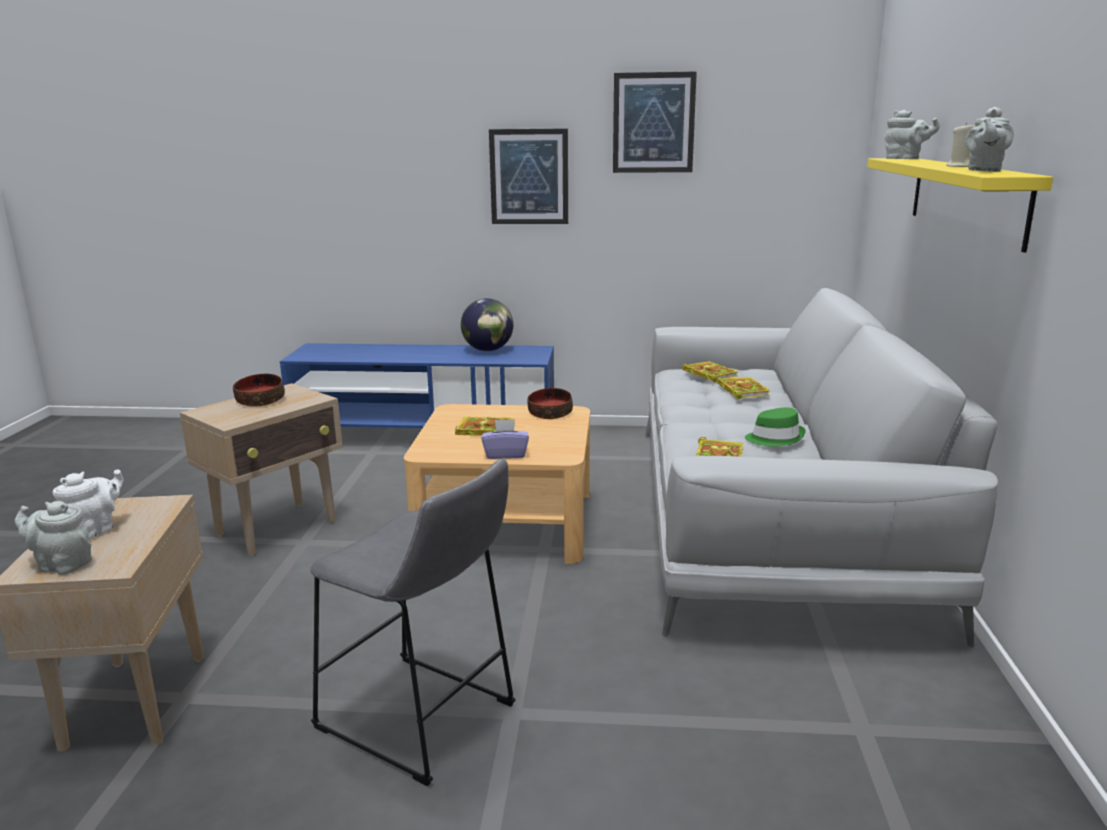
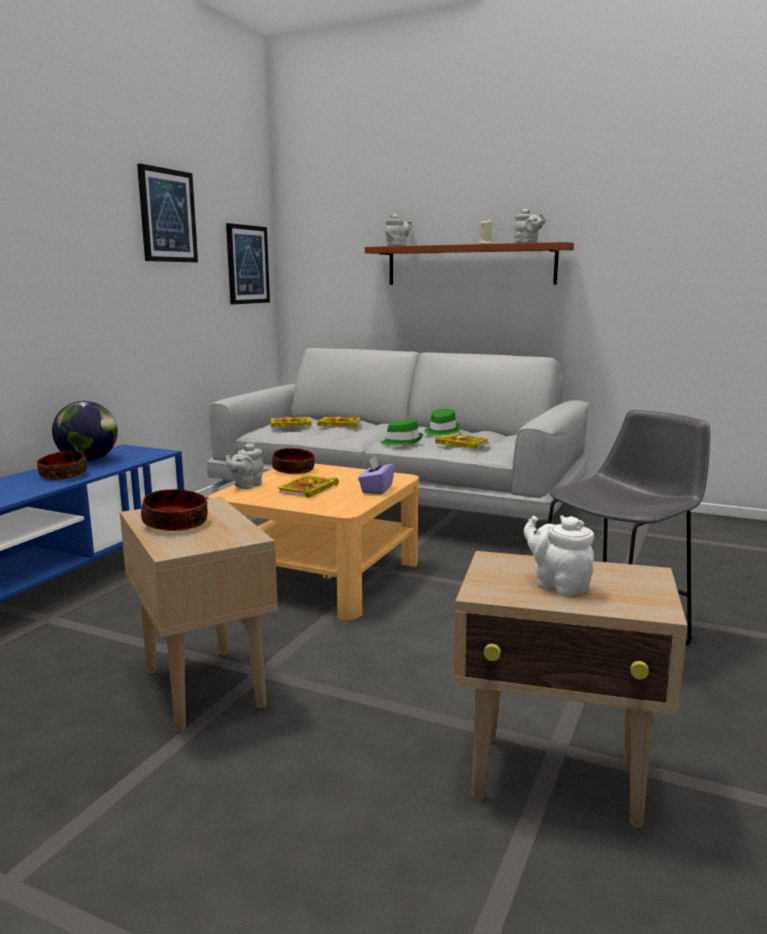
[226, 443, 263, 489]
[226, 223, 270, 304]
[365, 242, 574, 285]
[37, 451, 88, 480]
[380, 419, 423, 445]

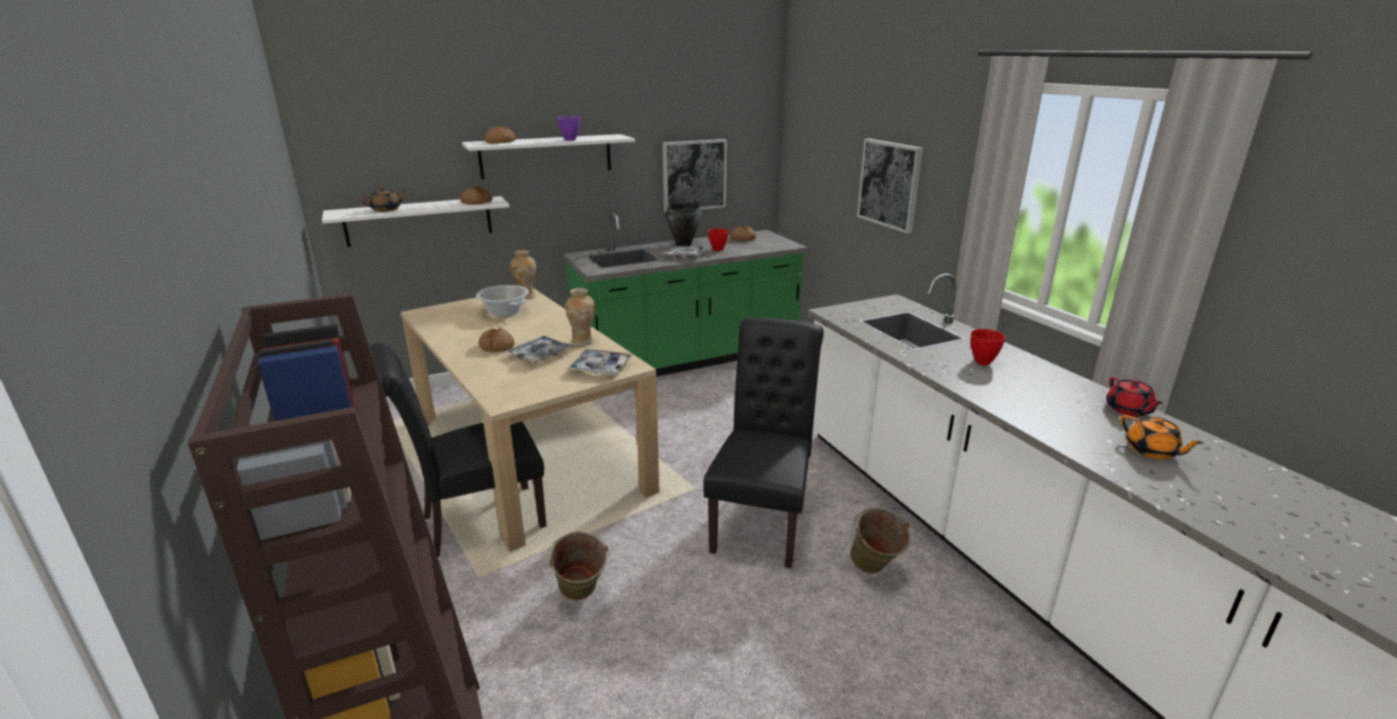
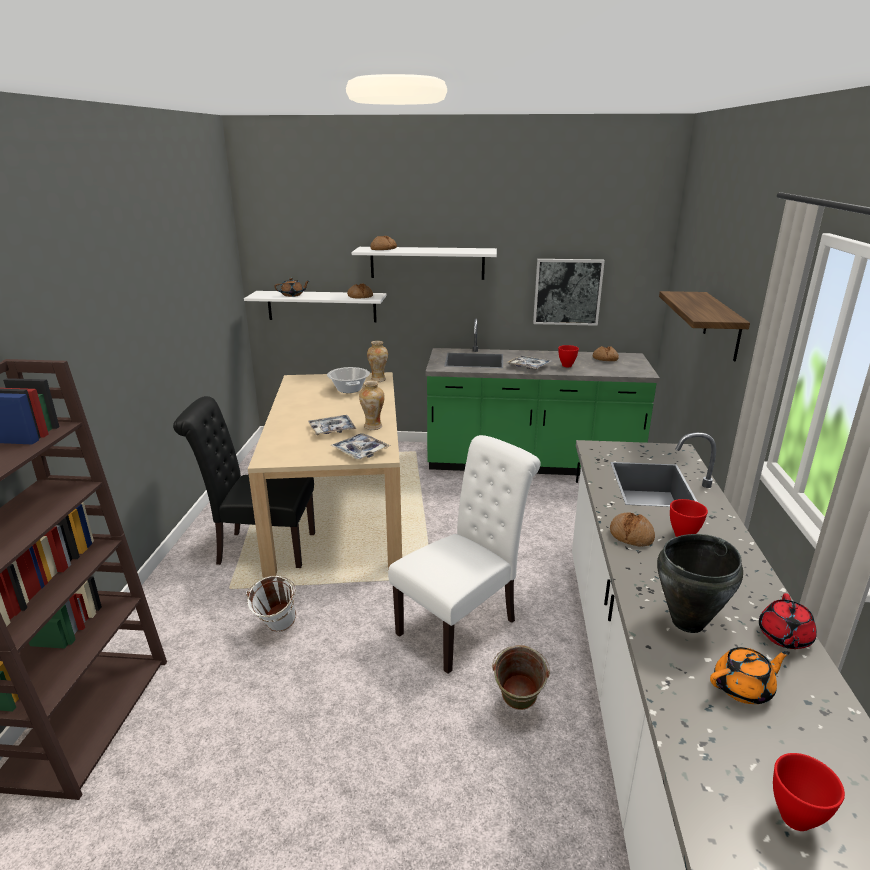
[610, 513, 655, 546]
[246, 576, 296, 632]
[557, 116, 580, 141] (first image)
[657, 534, 743, 633]
[388, 435, 541, 674]
[659, 291, 750, 362]
[710, 647, 790, 704]
[773, 753, 845, 831]

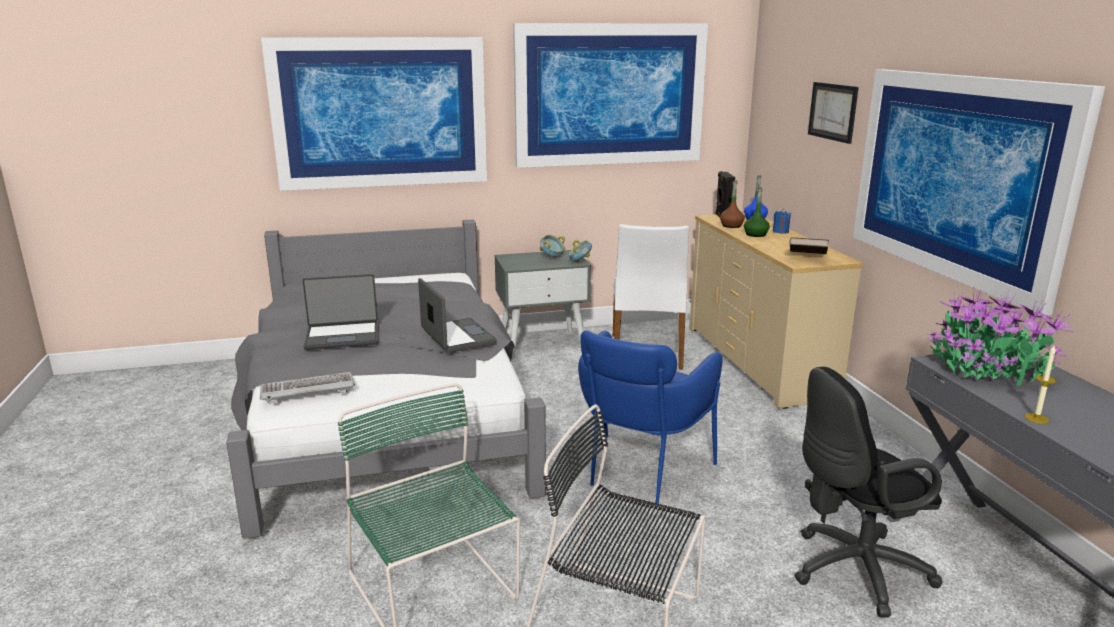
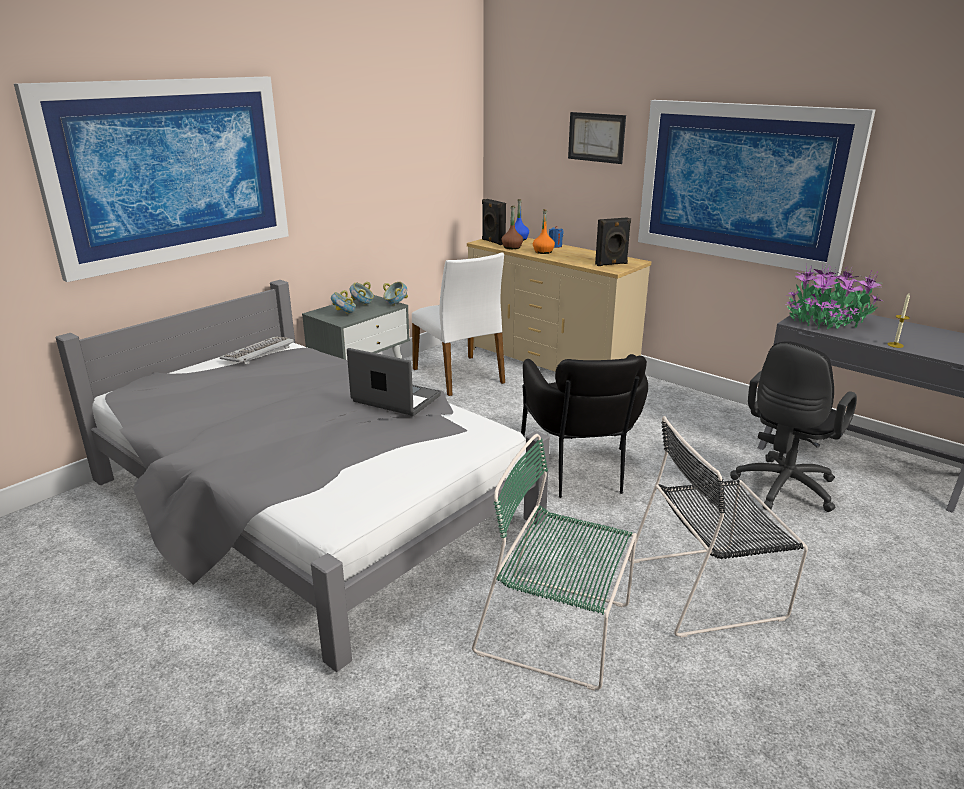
[220, 337, 294, 365]
[302, 274, 378, 350] (first image)
[513, 23, 708, 168] (first image)
[521, 354, 648, 498]
[533, 209, 555, 254]
[595, 217, 631, 266]
[331, 290, 356, 315]

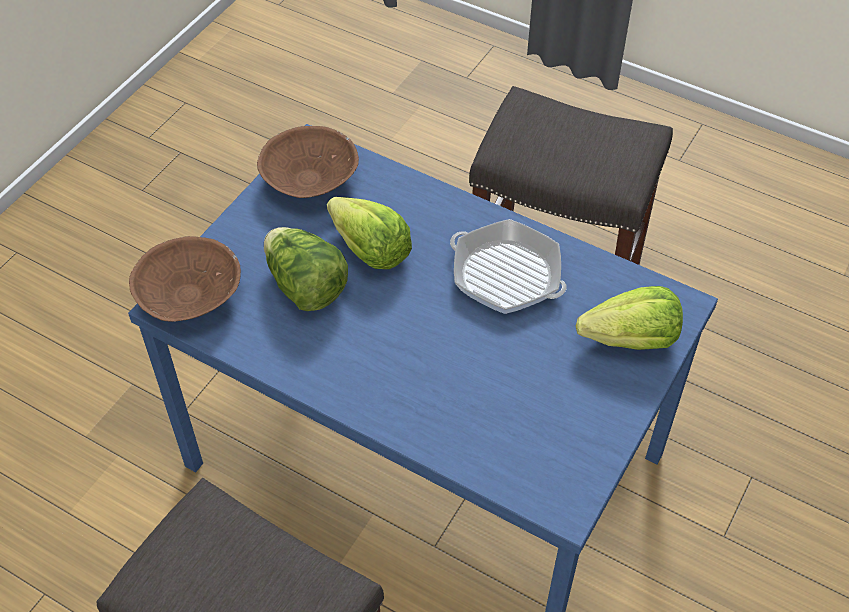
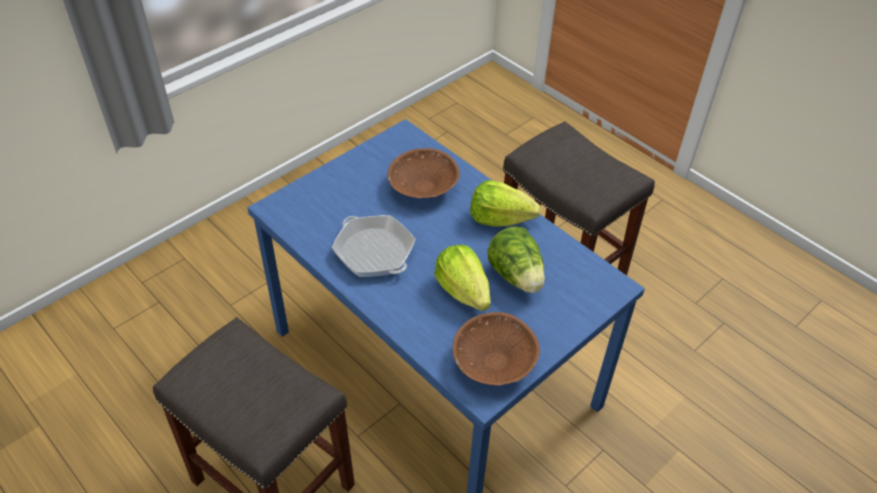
[387, 148, 460, 198]
[470, 180, 541, 227]

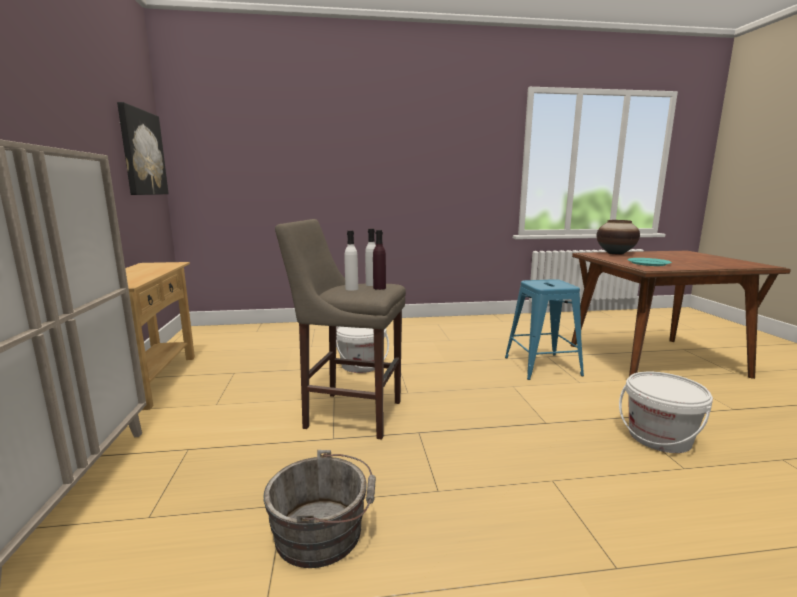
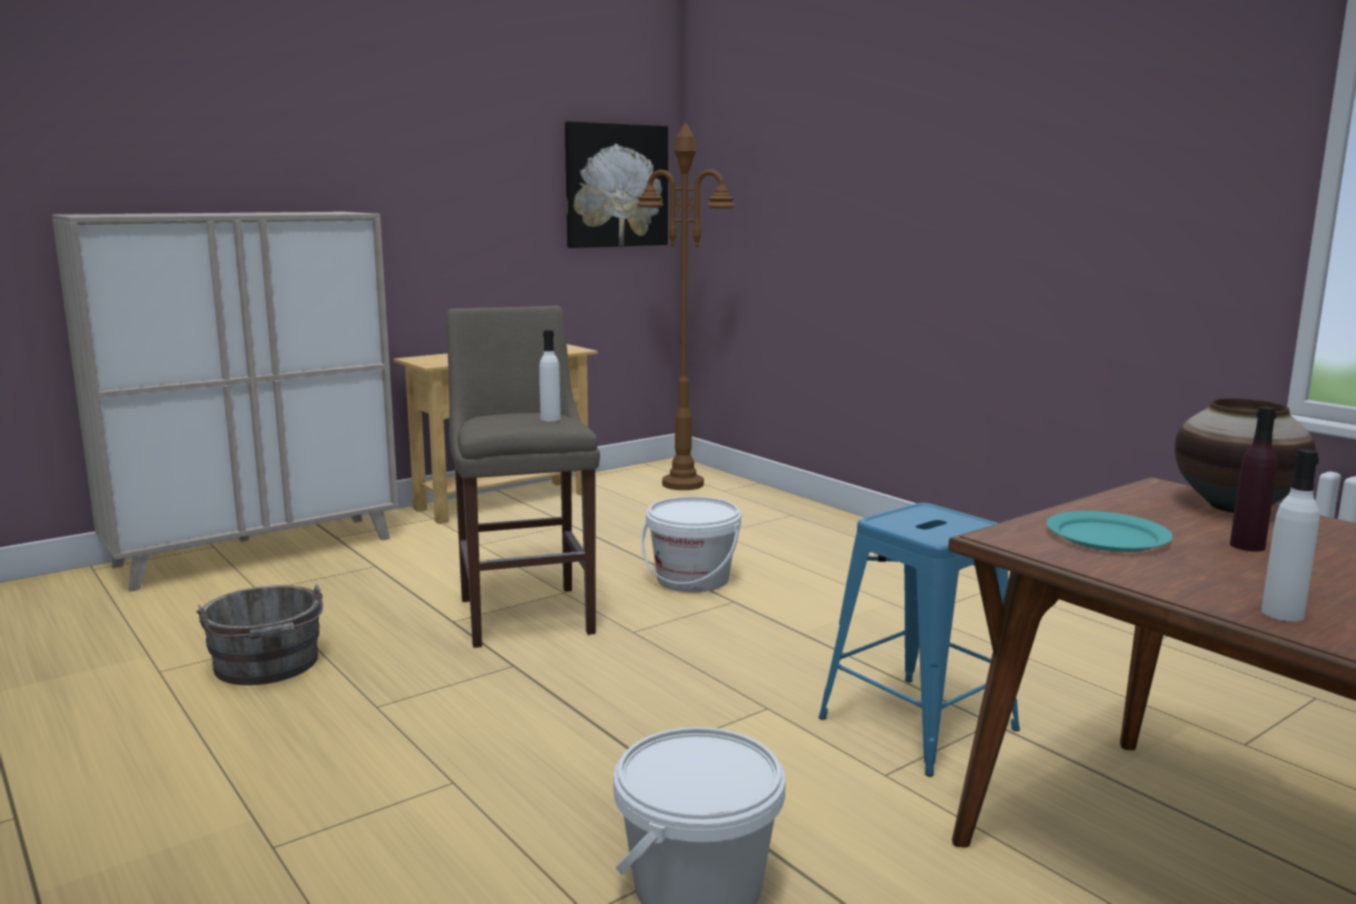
[1261, 449, 1319, 621]
[1230, 407, 1277, 552]
[636, 122, 735, 490]

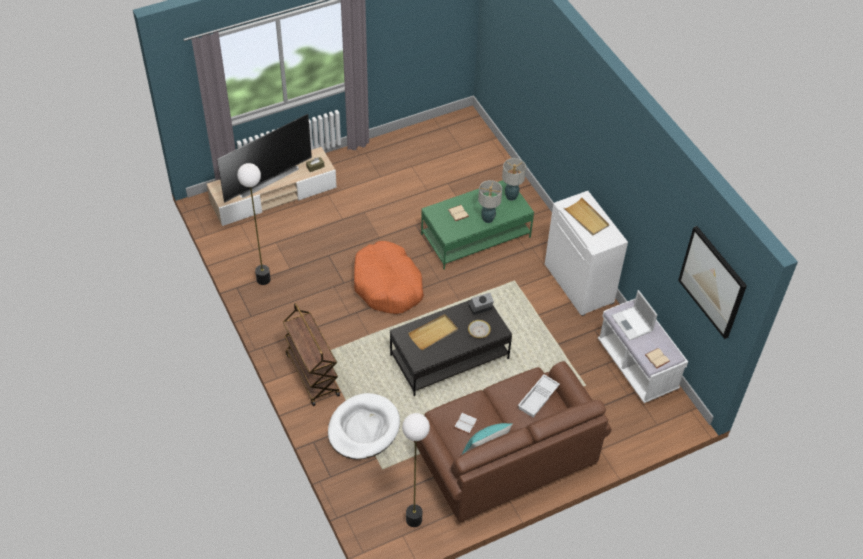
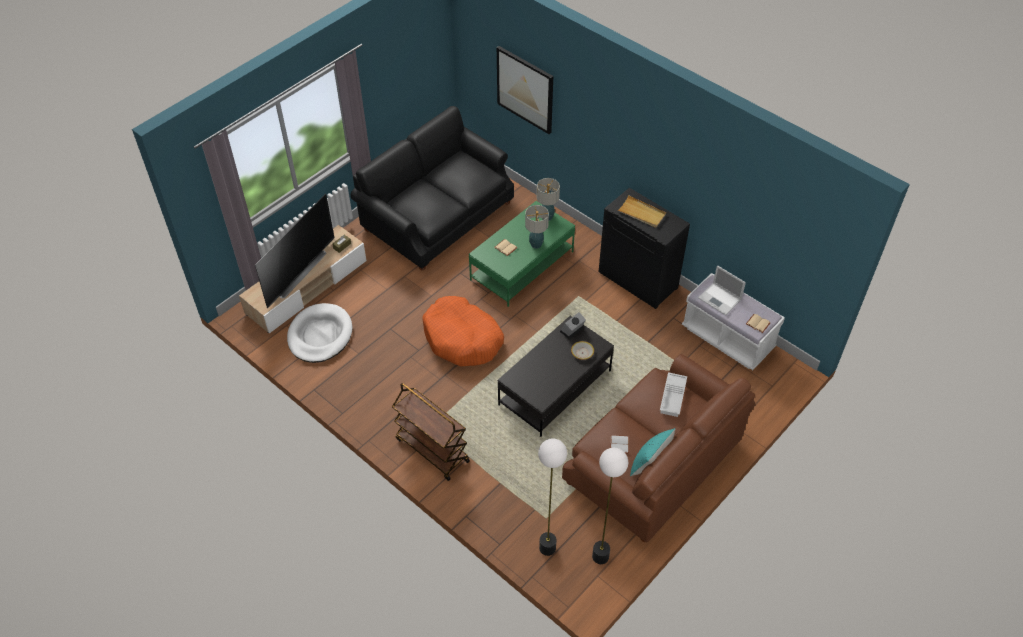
[538, 438, 567, 556]
[287, 303, 352, 363]
[408, 314, 458, 350] (first image)
[599, 188, 690, 309]
[497, 46, 553, 134]
[351, 106, 514, 271]

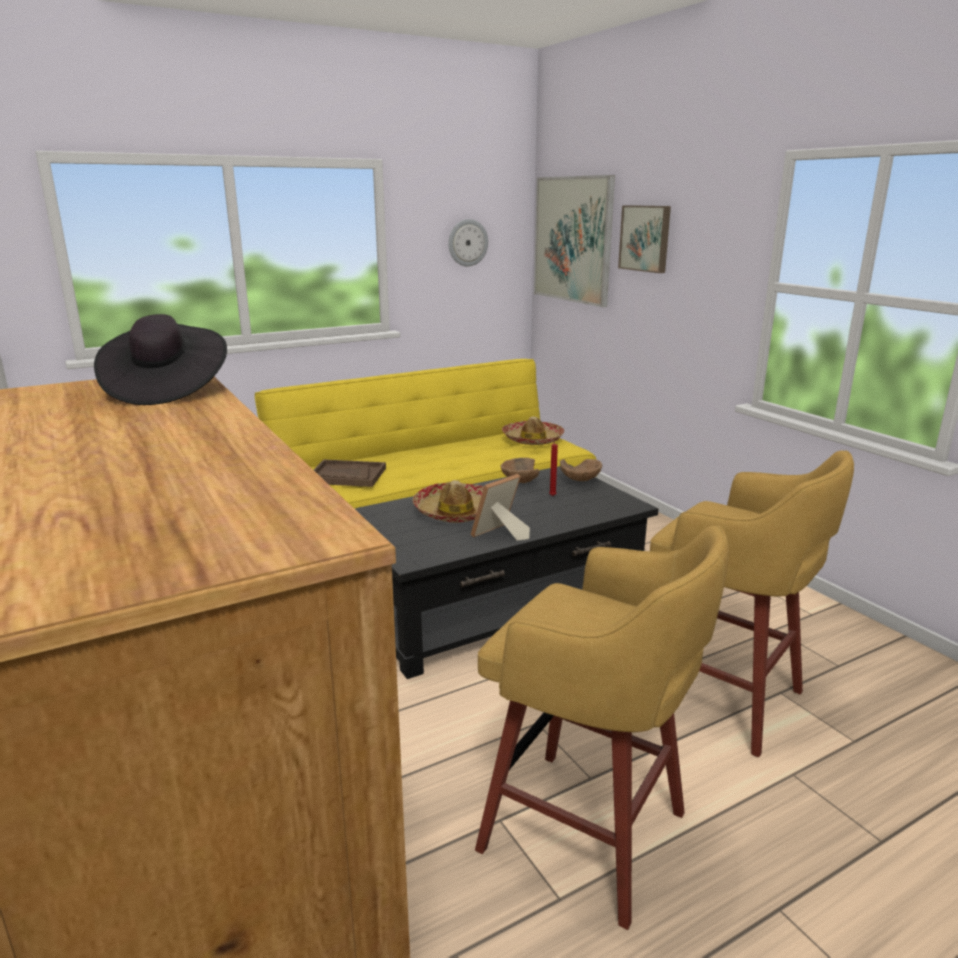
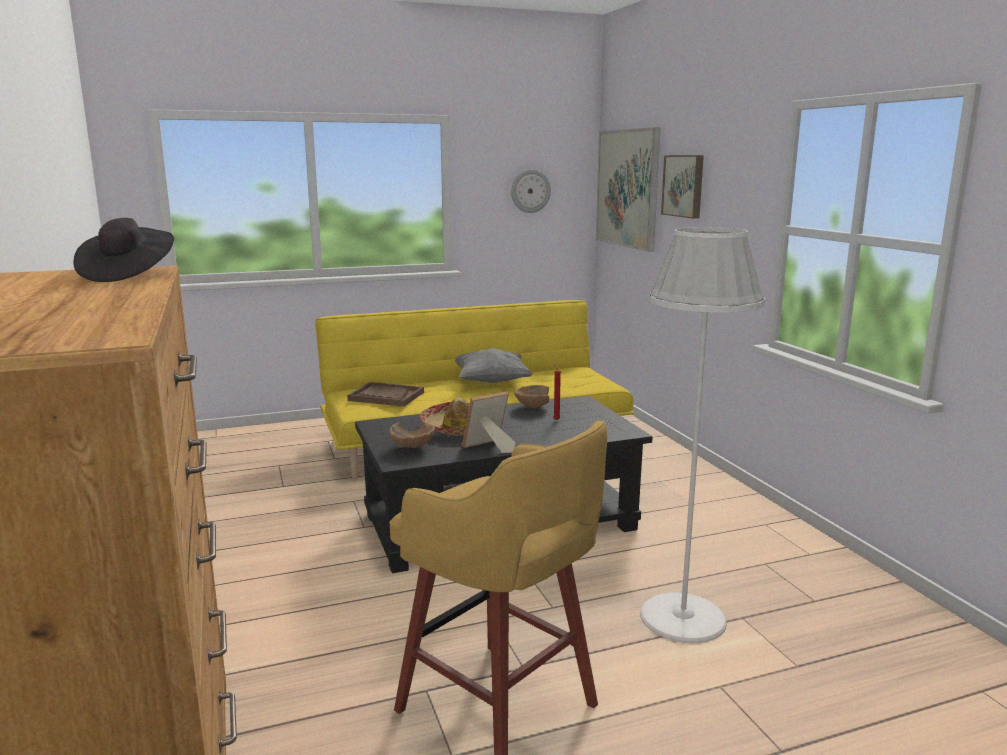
[502, 416, 564, 445] (first image)
[389, 422, 435, 448]
[640, 227, 765, 643]
[455, 348, 533, 383]

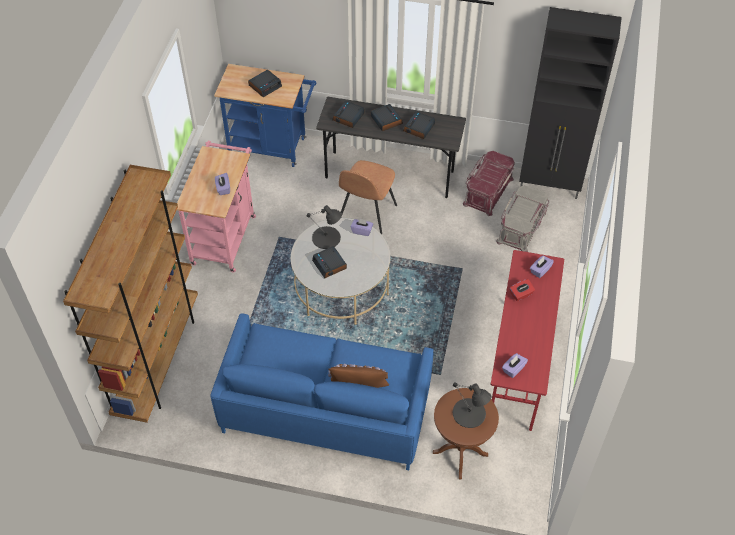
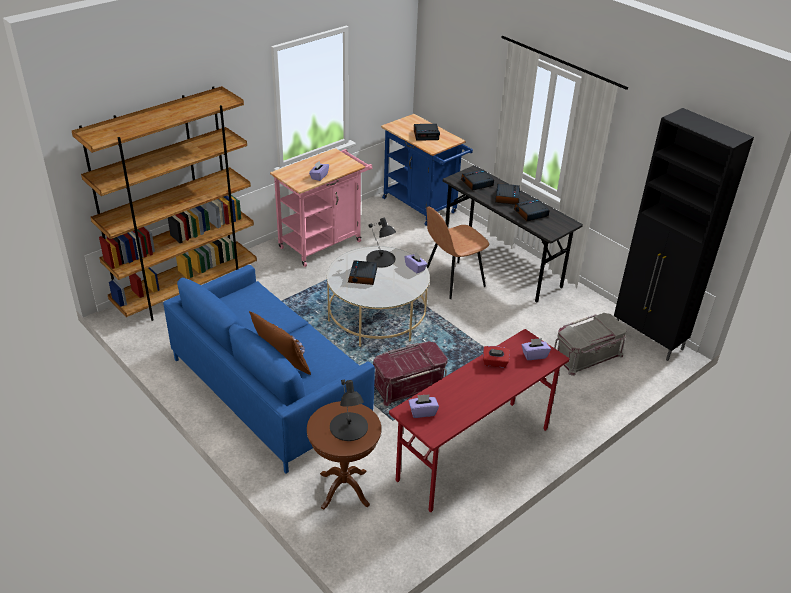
[373, 341, 448, 406]

